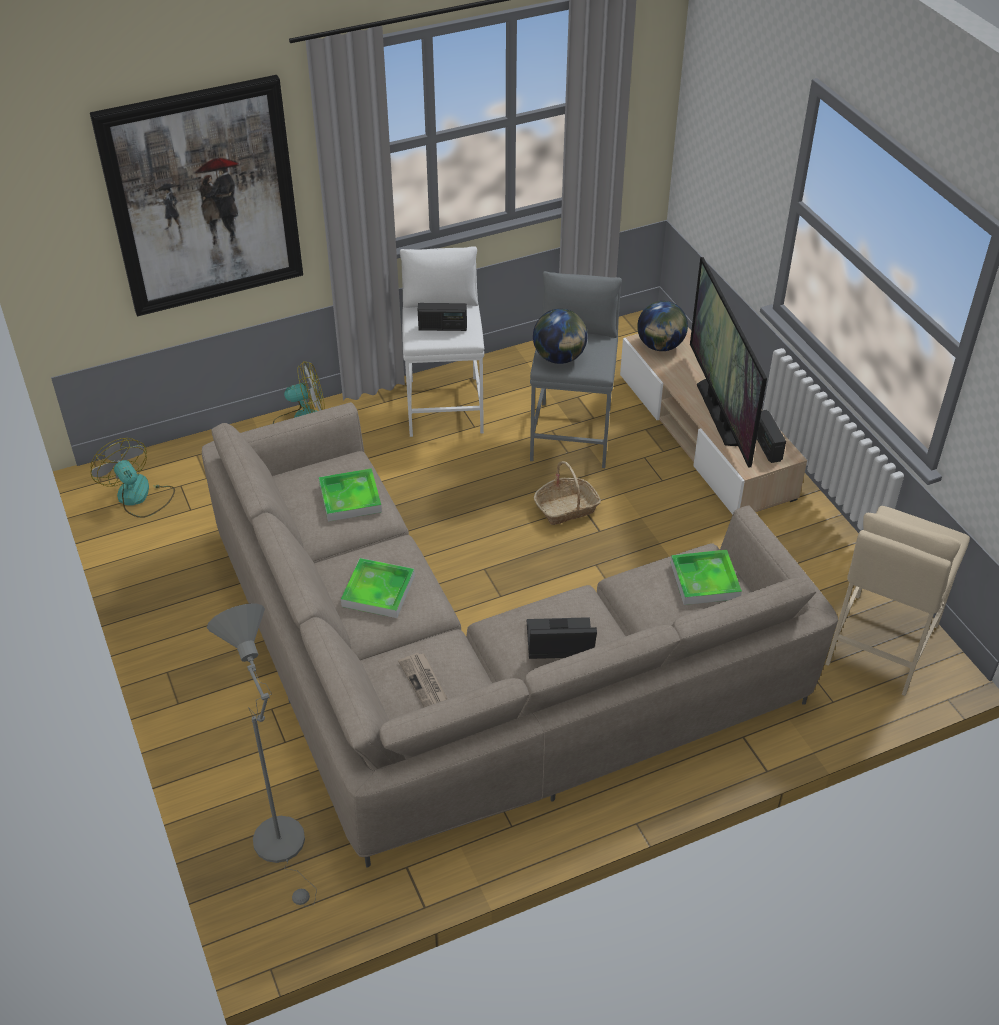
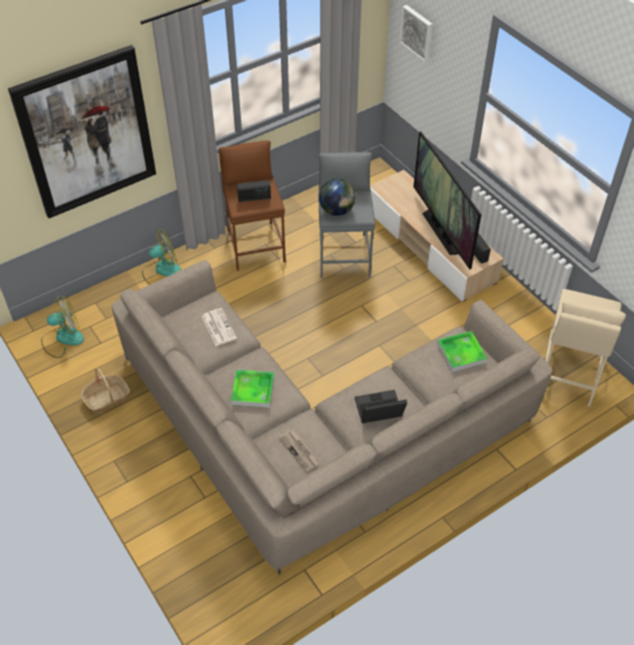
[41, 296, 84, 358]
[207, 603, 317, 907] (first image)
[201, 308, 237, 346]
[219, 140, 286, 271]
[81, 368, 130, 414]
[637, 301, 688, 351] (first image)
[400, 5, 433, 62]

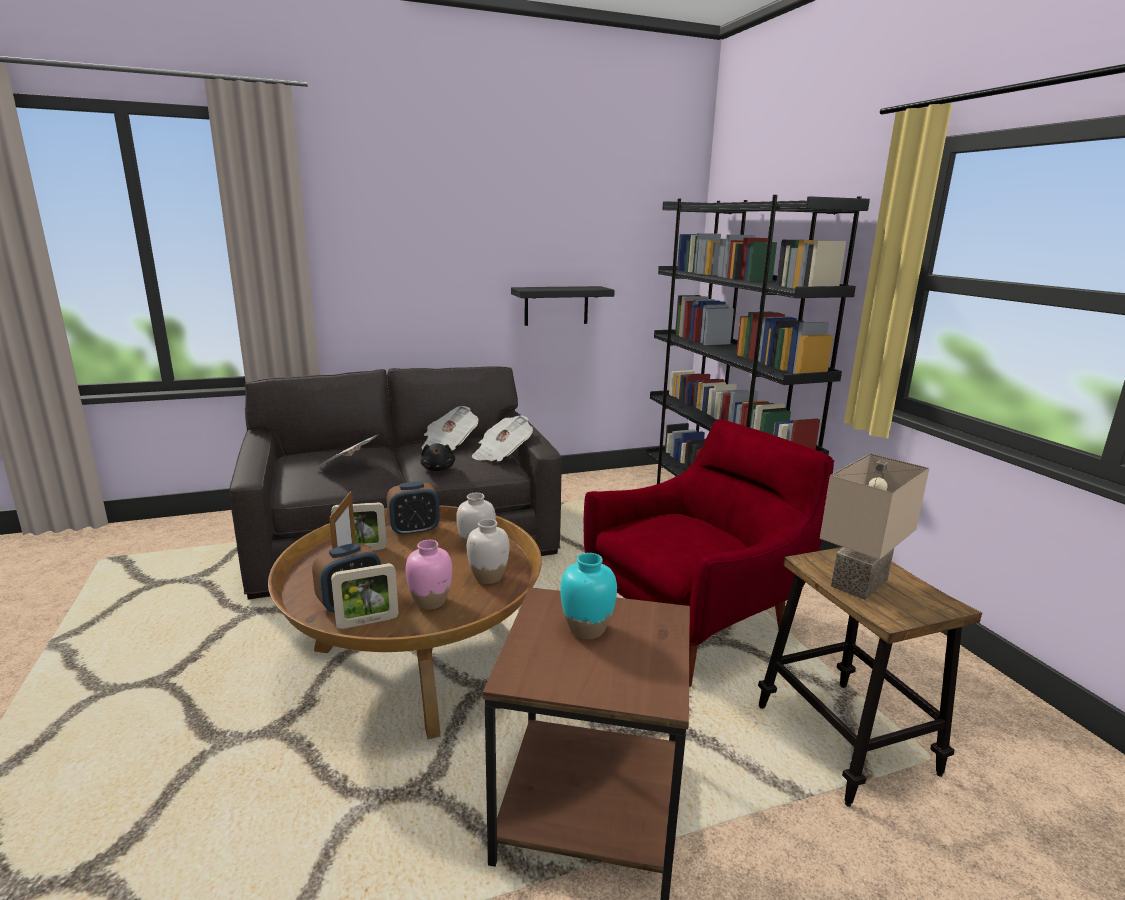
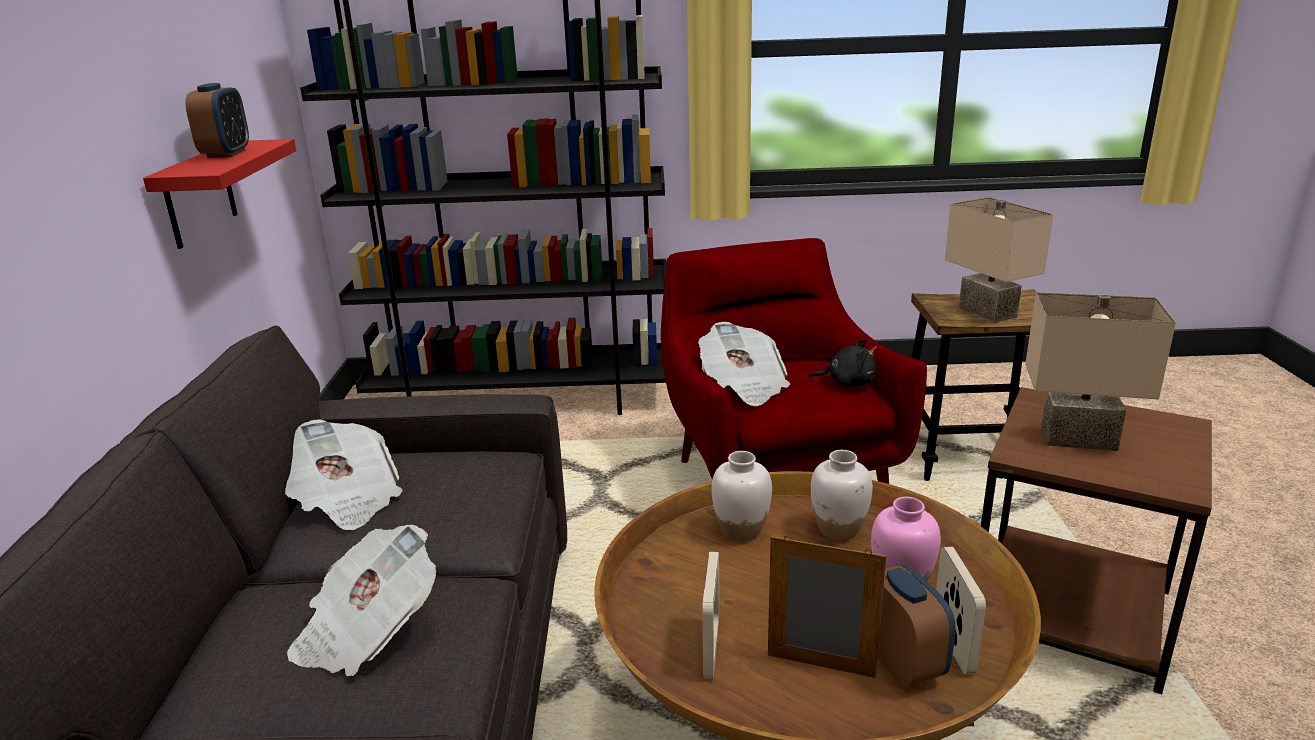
[185, 83, 249, 158]
[808, 339, 877, 387]
[698, 322, 790, 406]
[143, 139, 296, 249]
[1025, 292, 1176, 451]

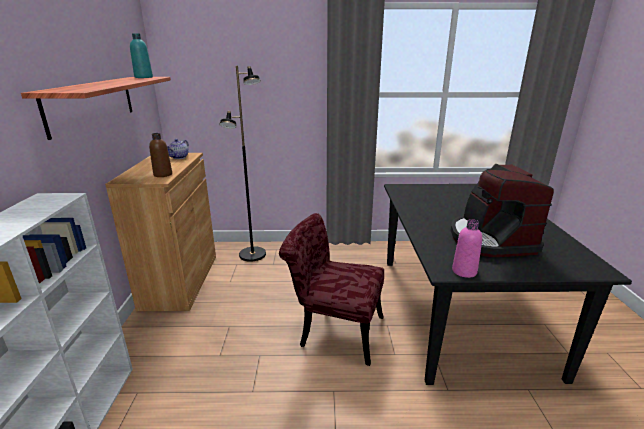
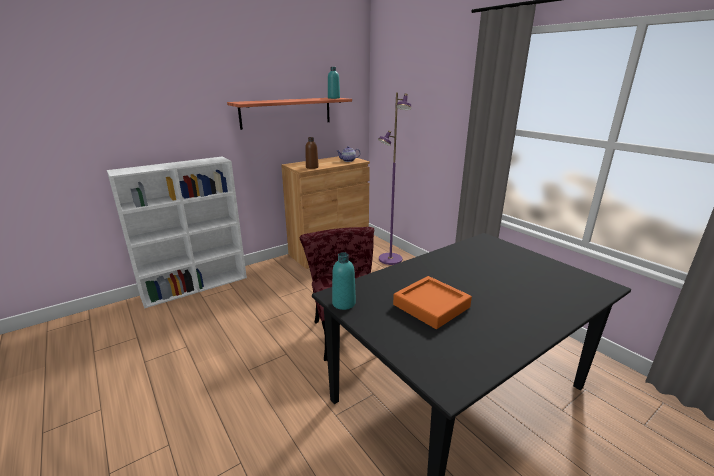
[378, 93, 411, 265]
[393, 276, 472, 329]
[332, 252, 356, 310]

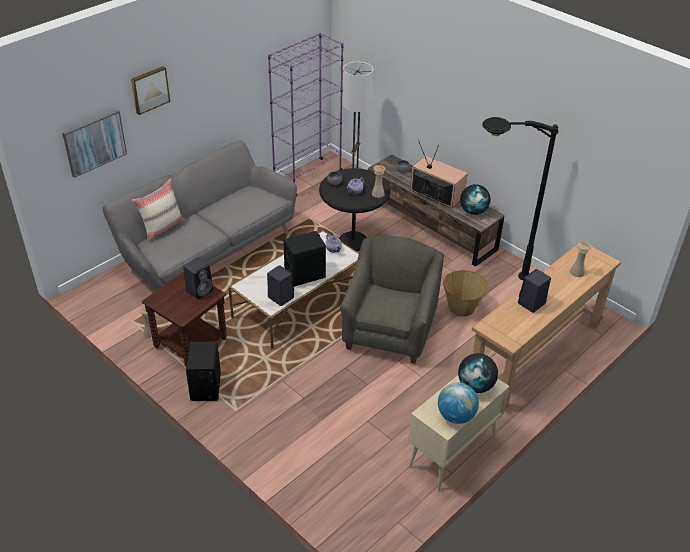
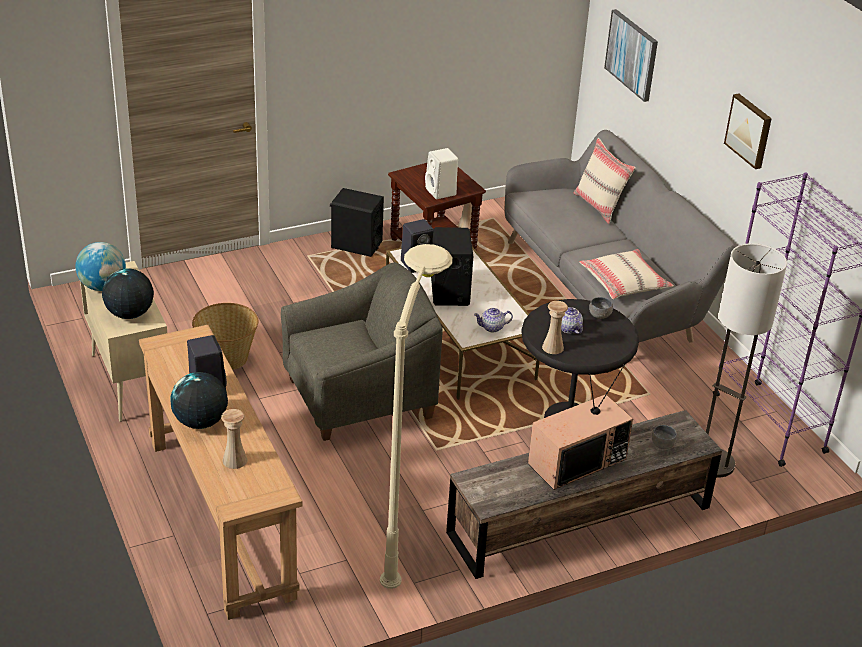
[724, 93, 772, 169]
[425, 148, 458, 199]
[281, 262, 443, 441]
[192, 303, 258, 370]
[170, 372, 228, 429]
[380, 244, 453, 589]
[579, 249, 674, 299]

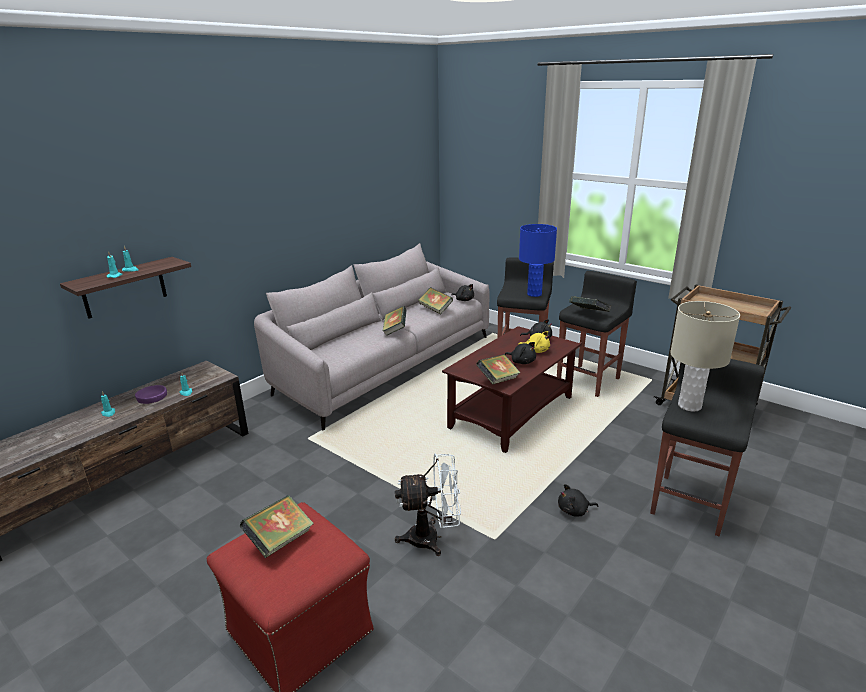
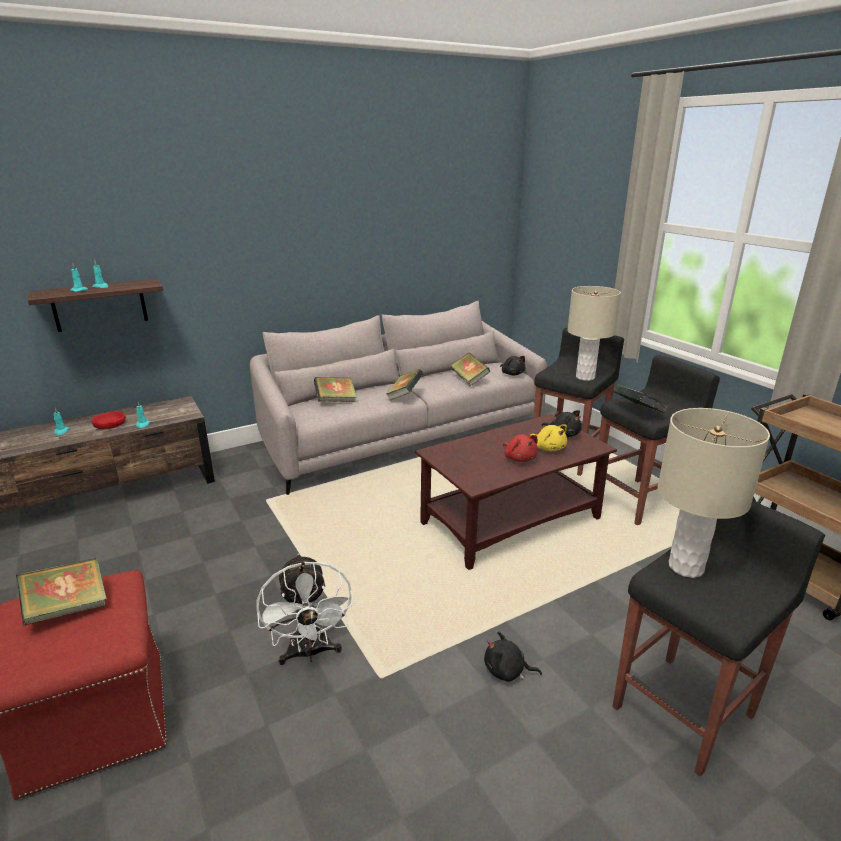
[91, 412, 126, 429]
[257, 554, 354, 665]
[314, 377, 357, 402]
[503, 435, 538, 462]
[567, 286, 621, 381]

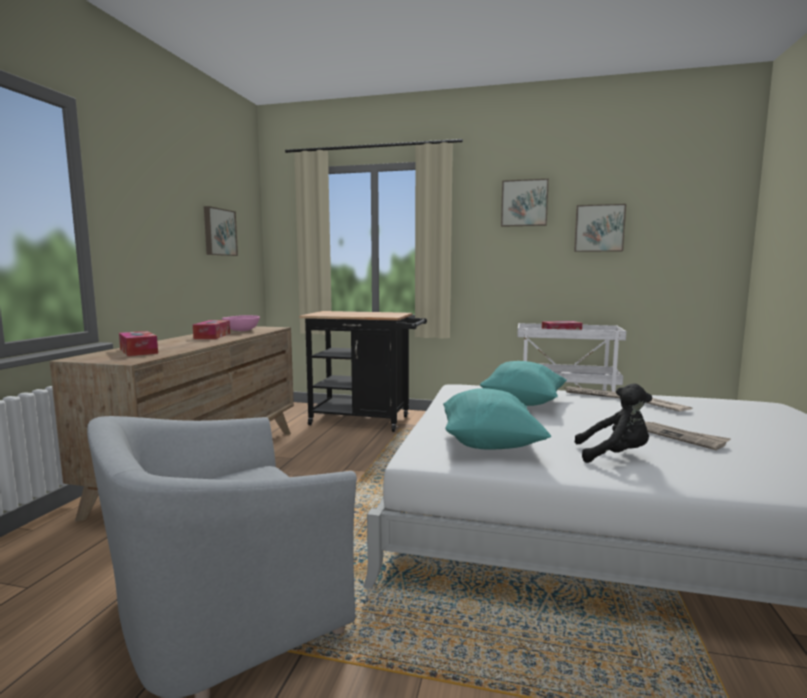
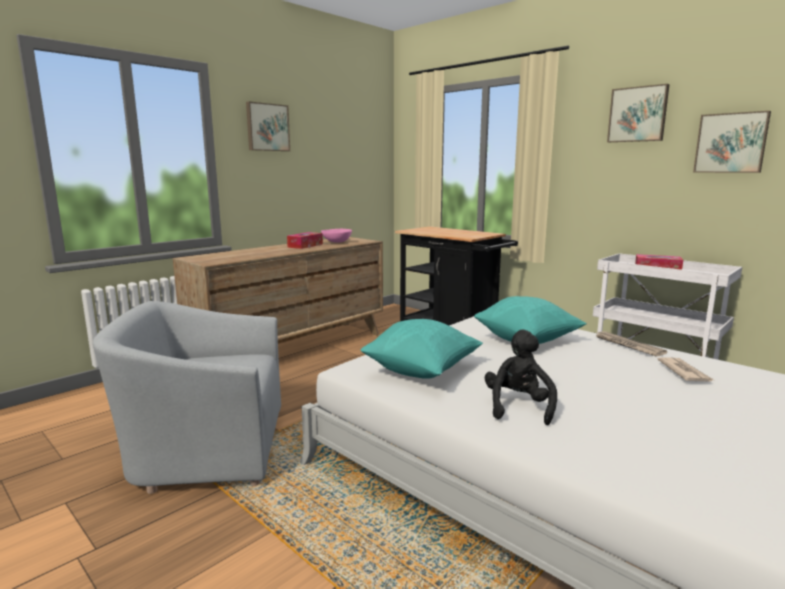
[119, 331, 158, 356] (first image)
[246, 102, 290, 151]
[485, 330, 557, 425]
[645, 422, 731, 450] (first image)

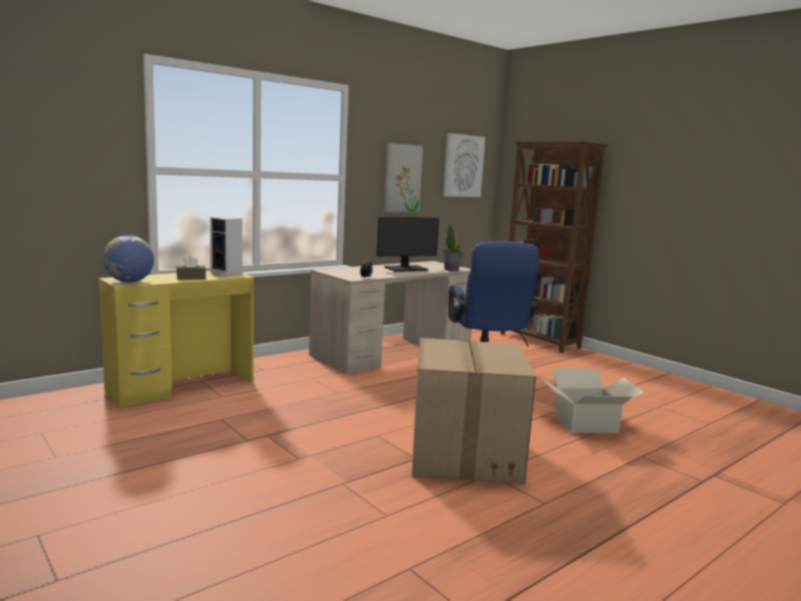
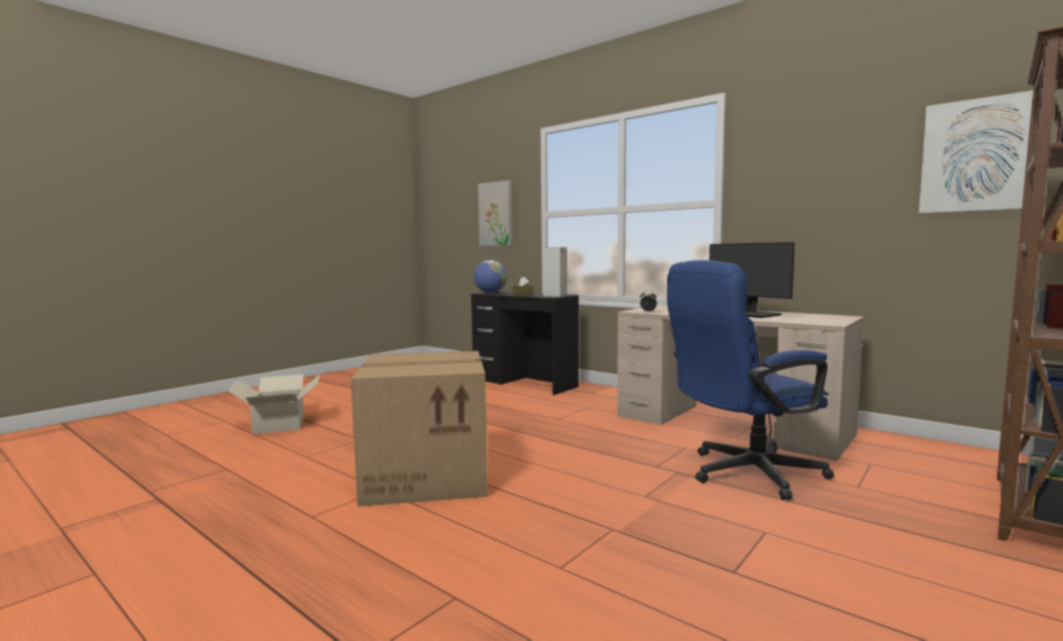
[471, 292, 579, 395]
[478, 180, 512, 246]
[443, 225, 463, 271] (first image)
[228, 374, 320, 434]

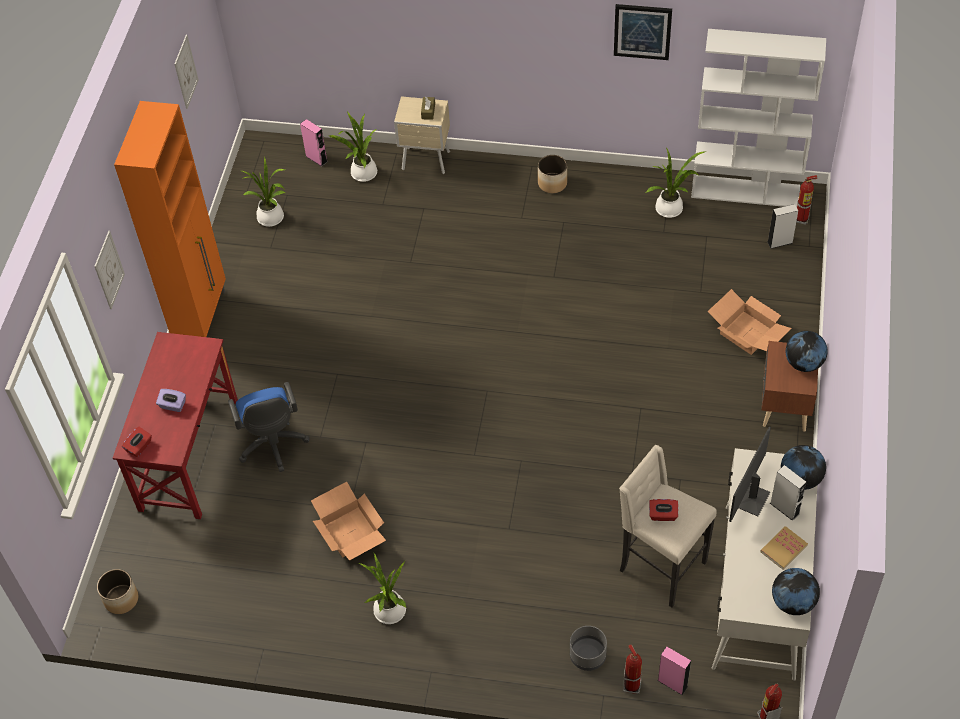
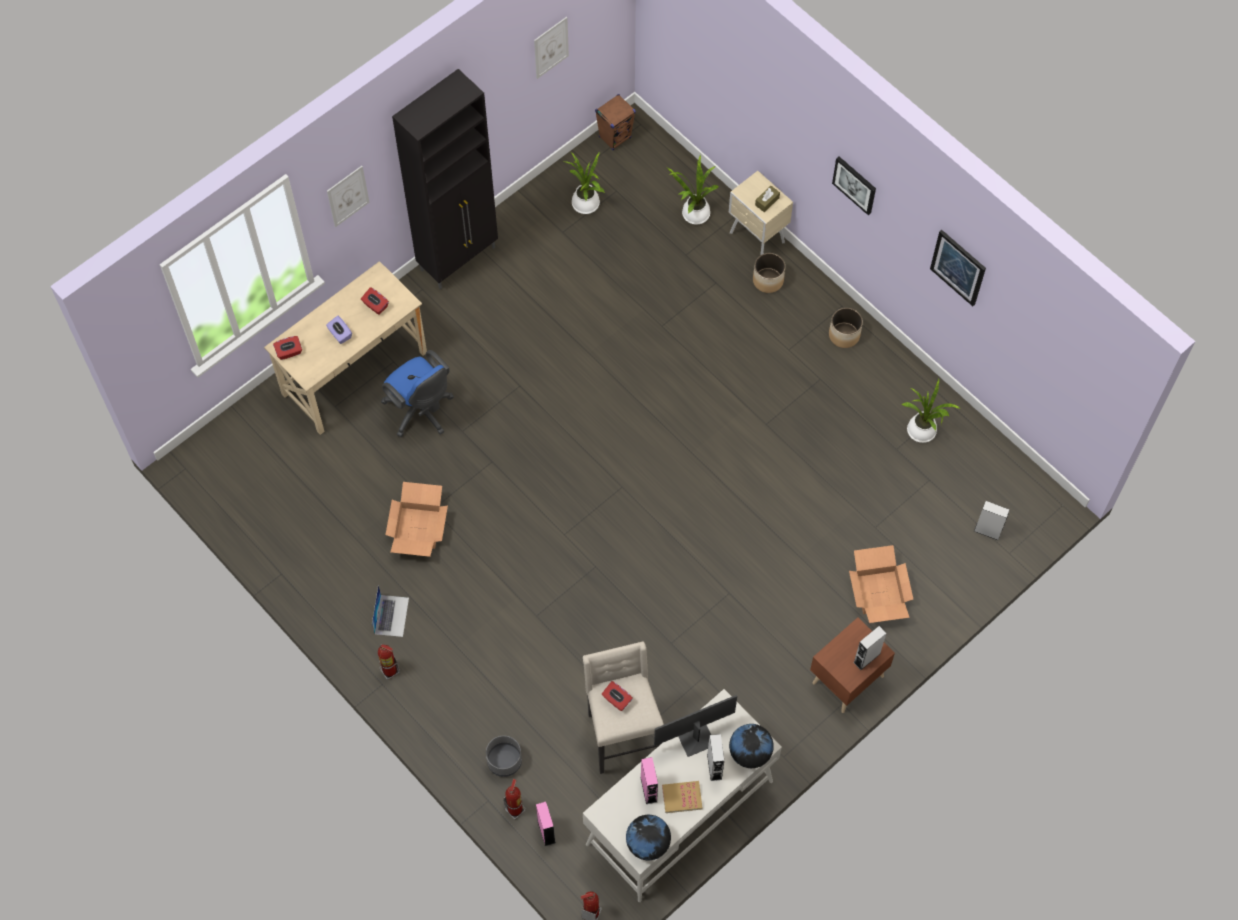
[753, 253, 785, 293]
[264, 261, 427, 435]
[392, 69, 498, 289]
[381, 350, 454, 437]
[640, 757, 658, 804]
[372, 585, 409, 637]
[691, 29, 826, 207] (first image)
[853, 626, 886, 670]
[378, 644, 400, 680]
[361, 287, 389, 315]
[595, 94, 636, 150]
[832, 157, 876, 215]

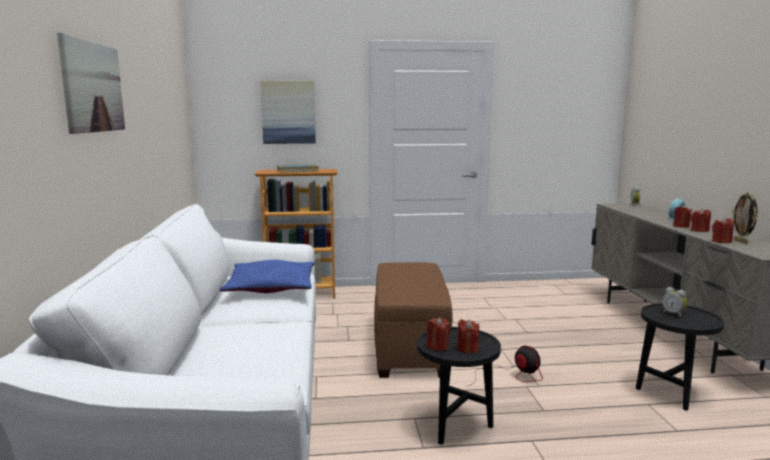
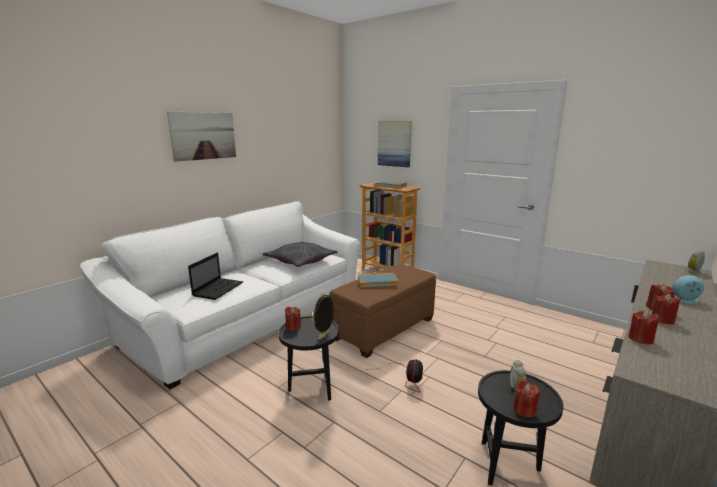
[262, 241, 338, 267]
[513, 380, 540, 417]
[312, 293, 334, 339]
[188, 253, 243, 300]
[358, 273, 399, 288]

